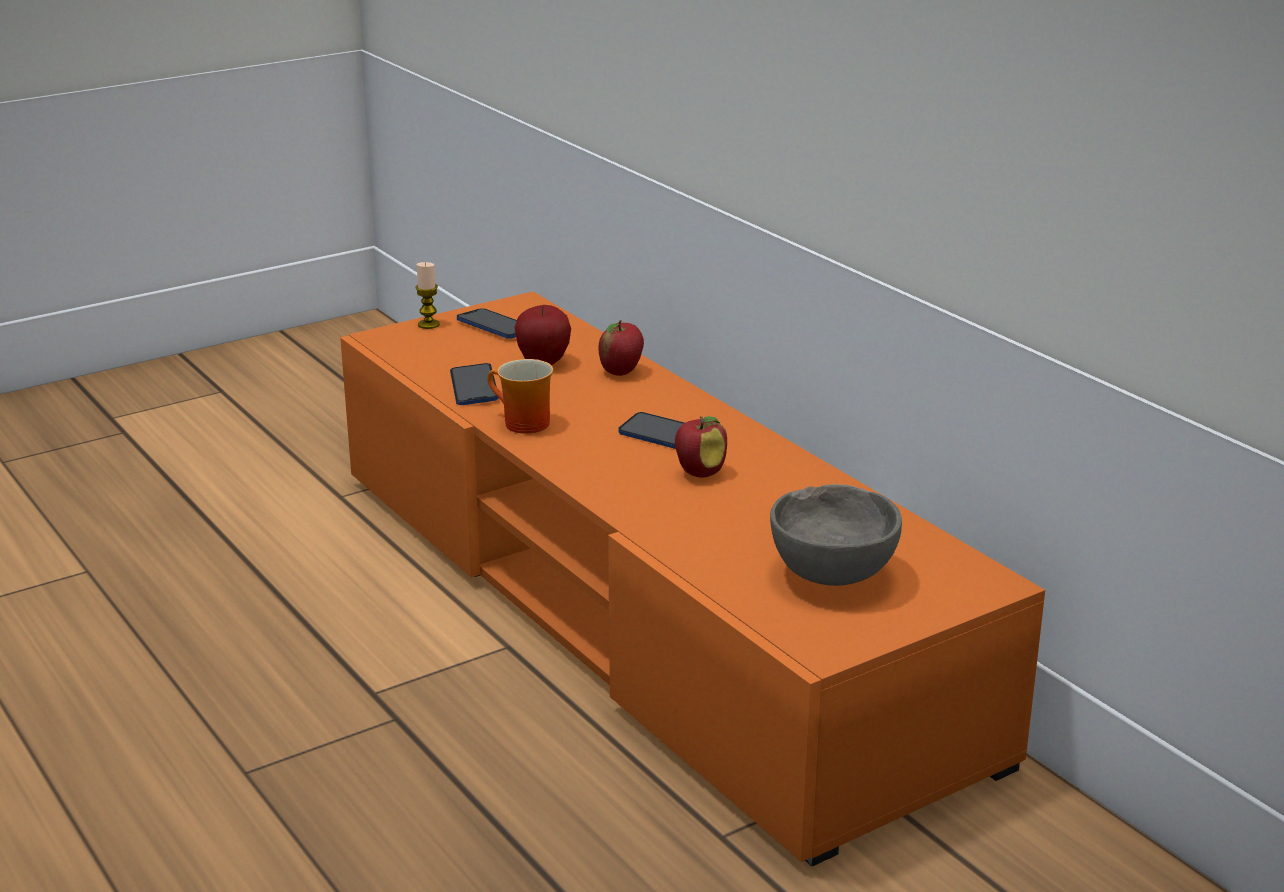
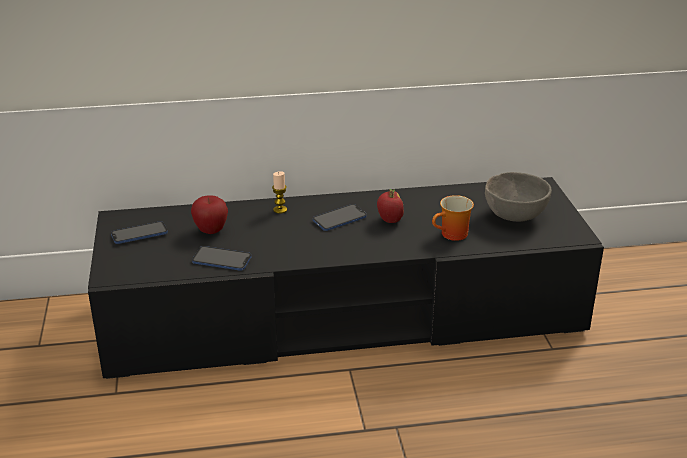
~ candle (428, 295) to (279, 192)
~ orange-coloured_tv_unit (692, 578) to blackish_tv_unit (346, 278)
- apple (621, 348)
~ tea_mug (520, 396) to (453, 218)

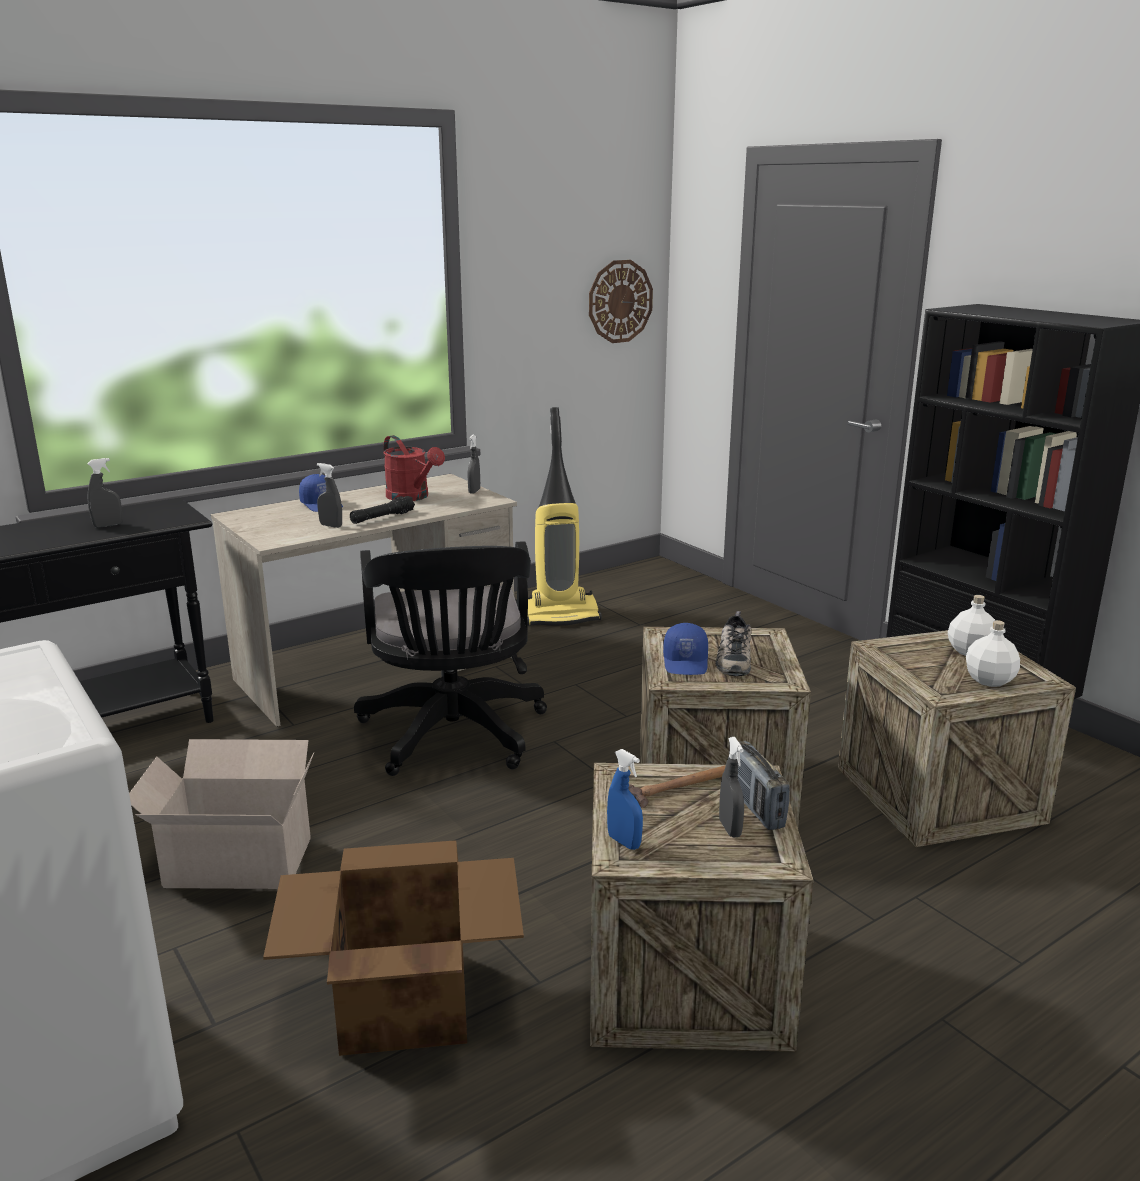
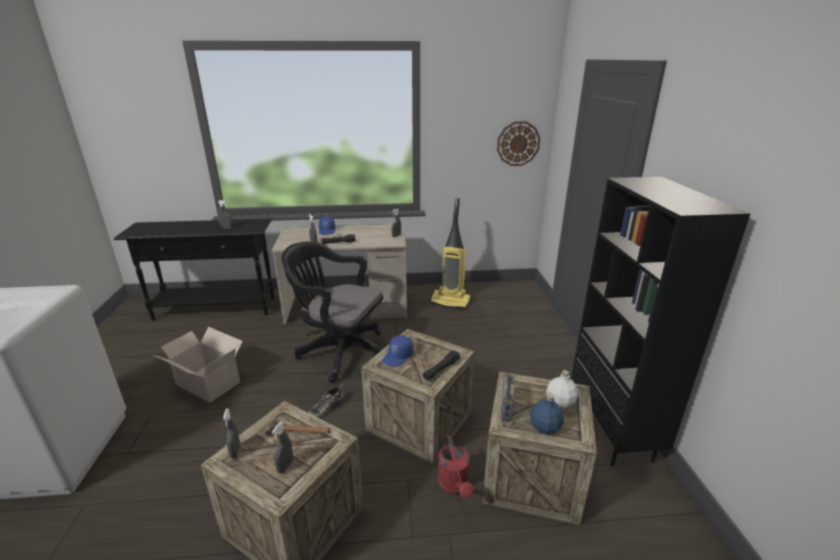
~ red_watering_can (414, 468) to (456, 467)
~ blackish_desk_chair (450, 658) = (332, 312) 90 degrees clockwise
~ shoe (733, 643) to (327, 401)
~ white-coloured_beverage_bottle (993, 653) to blue_beverage_bottle (547, 413)
~ radio (764, 785) to (507, 398)
~ blue_sprayer (625, 799) to gray_sprayer (231, 433)
- carton (393, 948)
+ blackish_torch (441, 365)

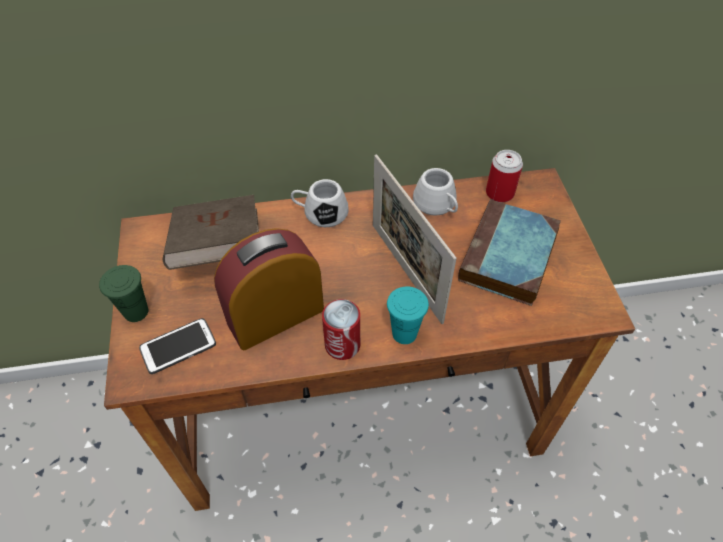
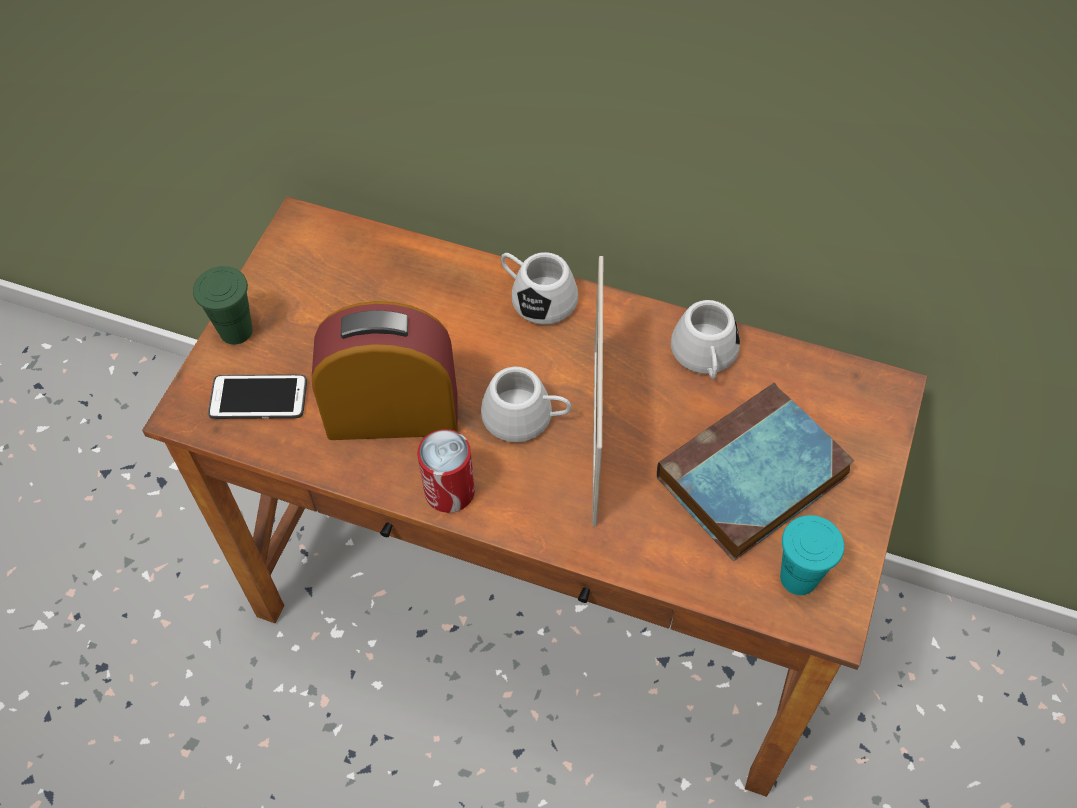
- can (504, 176)
- brown_book (211, 232)
~ turquoise_drinking_cup (408, 315) to (812, 555)
+ white-coloured_tea_mug (526, 404)

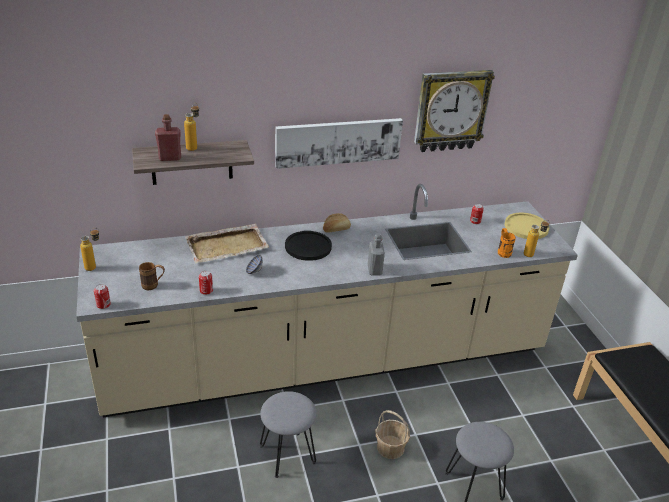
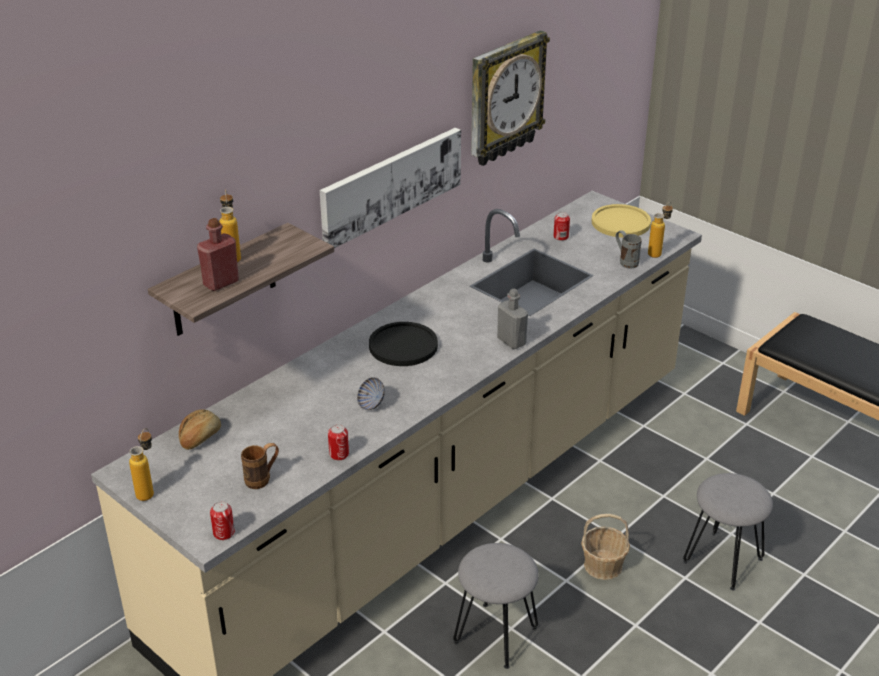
~ bread (337, 223) to (200, 429)
- beige-coloured_carrying_tray (227, 244)
~ orange-coloured_tea_mug (507, 243) to gray_tea_mug (629, 249)

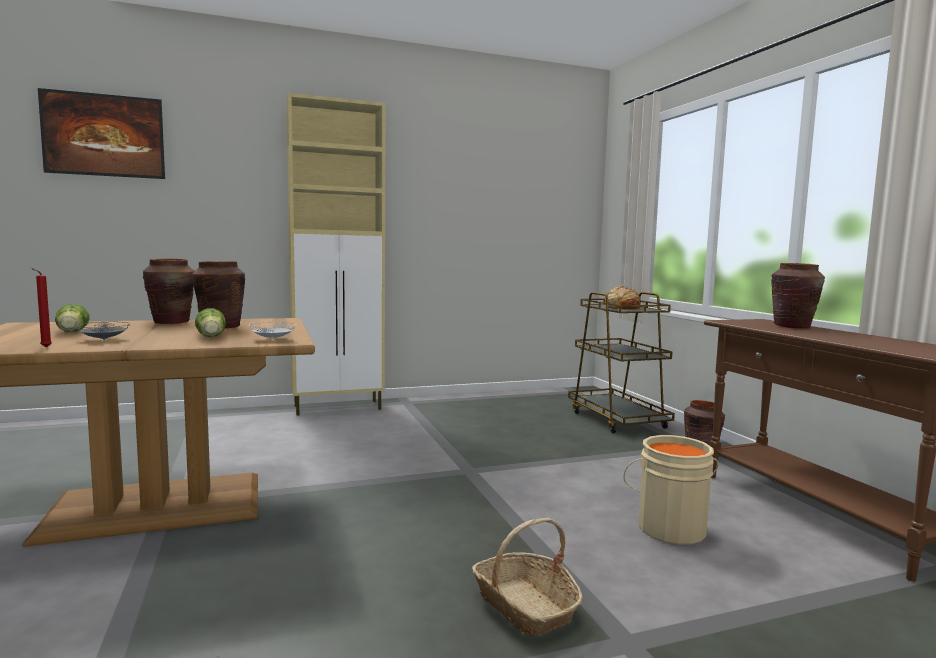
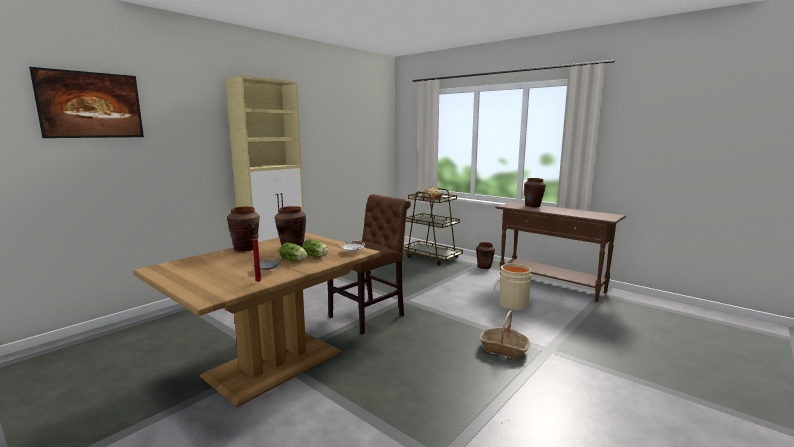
~ lettuce_head (72, 318) to (293, 251)
+ brown_upright_chair (369, 264)

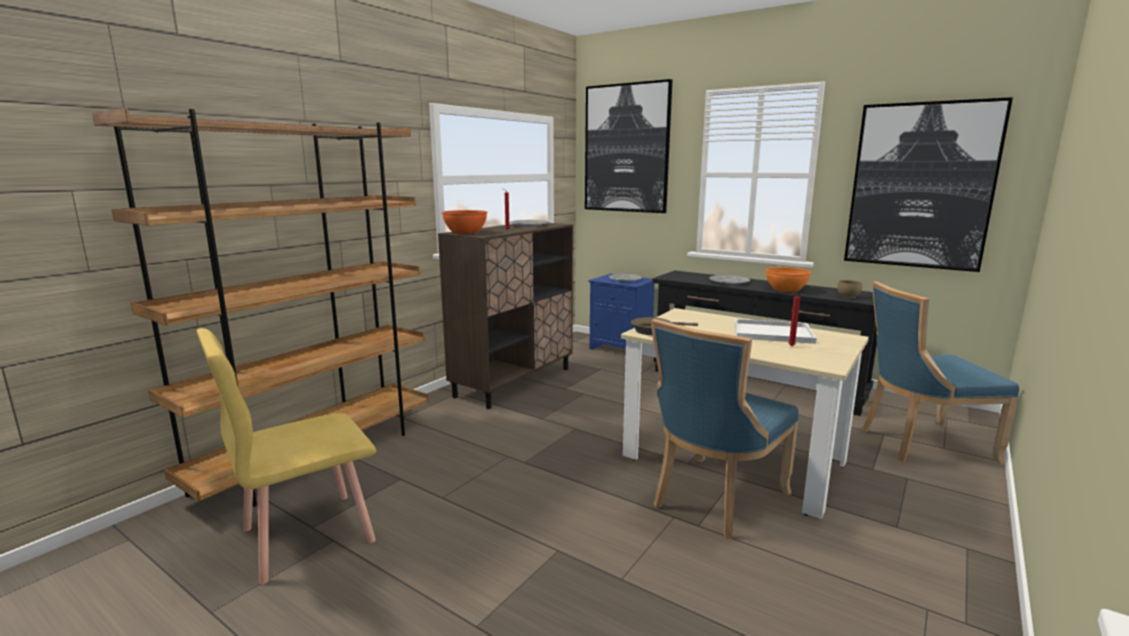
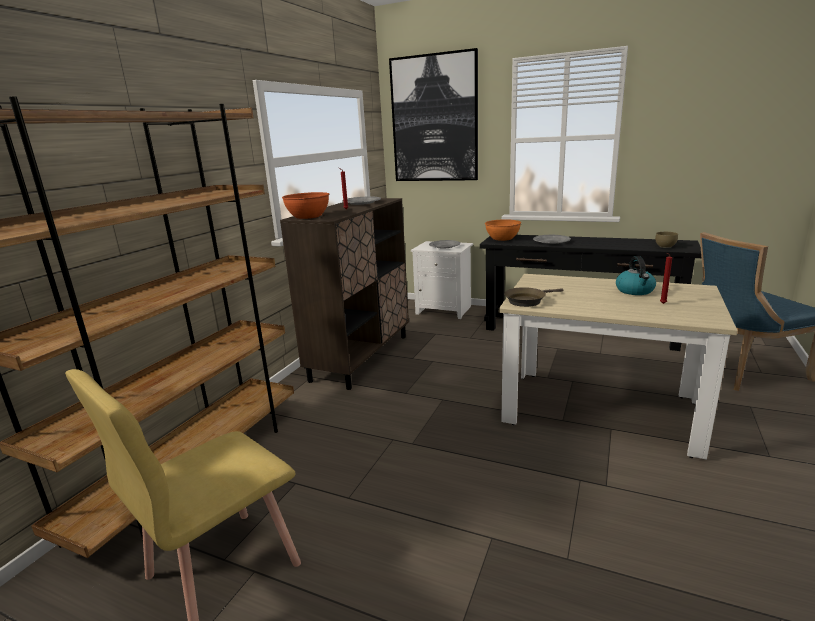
- wall_art (928, 184)
~ orange-coloured_deep_dish (788, 279) to (503, 230)
~ blue_night_table (622, 312) to white-coloured_night_table (442, 280)
- blue_upright_chair (725, 429)
~ white-coloured_carrying_tray (775, 331) to kettle (636, 275)

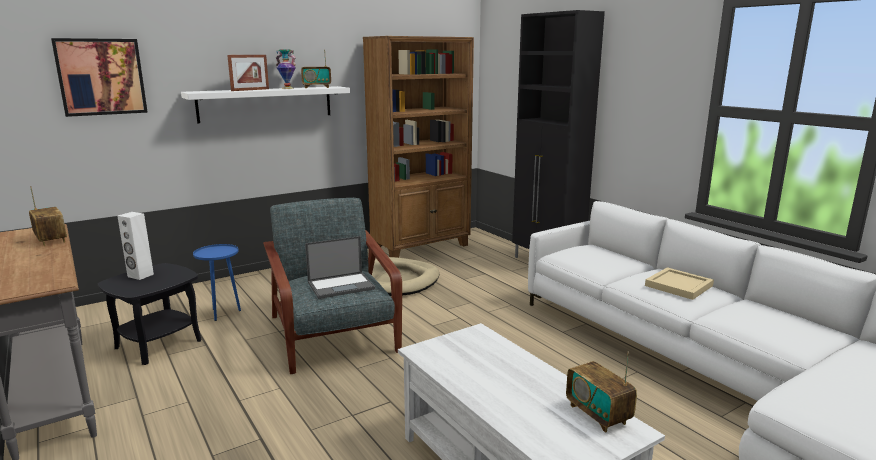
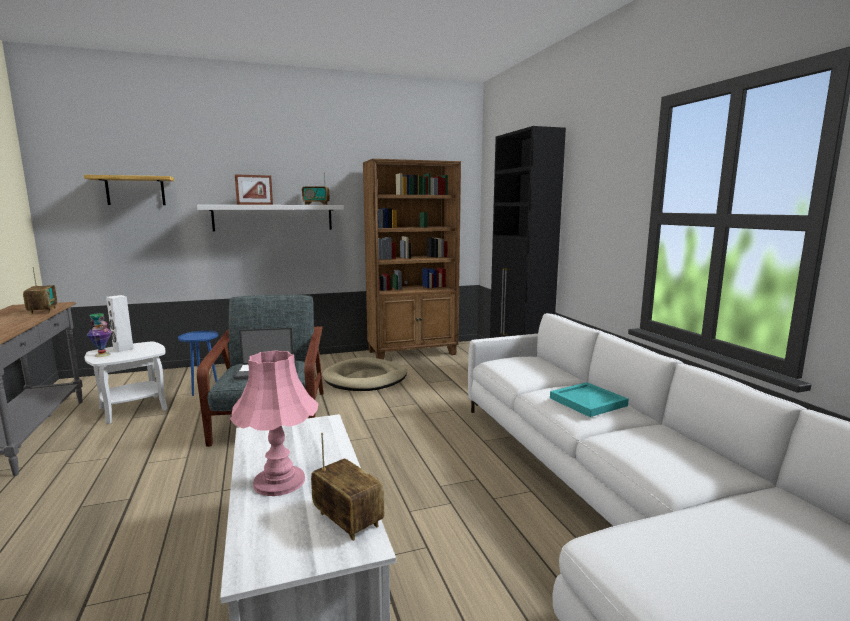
~ wall_art (99, 77) to shelf (129, 190)
~ decorative_vase (286, 69) to (99, 335)
~ blackish_end_table (149, 314) to white-coloured_end_table (126, 383)
~ beige-coloured_carrying_tray (679, 283) to turquoise_carrying_tray (589, 399)
~ radio (601, 392) = (347, 487) 150 degrees clockwise
+ pinkish_lamp_for_a_table (274, 423)

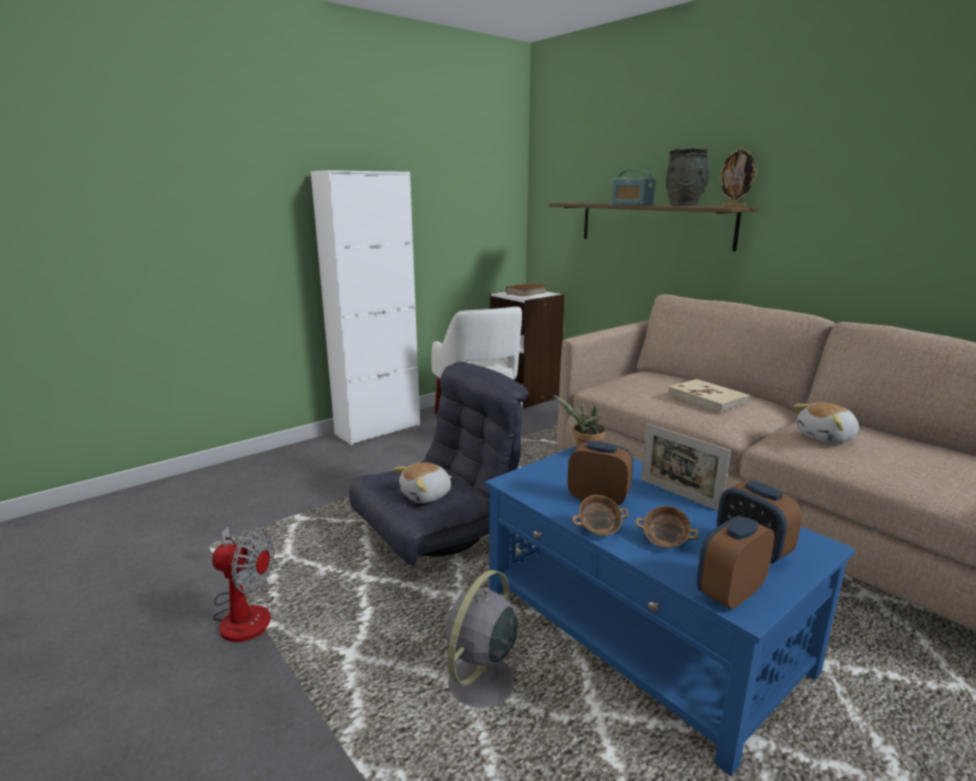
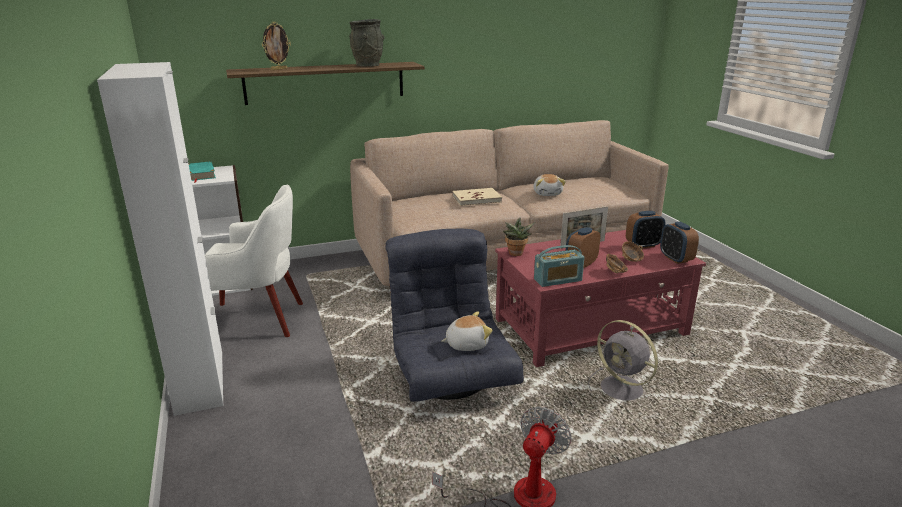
~ photo_frame (738, 177) to (276, 46)
~ radio (634, 187) to (559, 266)
~ brown_book (526, 289) to turquoise_book (202, 172)
~ blue_lounge_table (670, 611) to red_lounge_table (600, 298)
~ cuddly_toy (423, 483) = (467, 331) 90 degrees counterclockwise

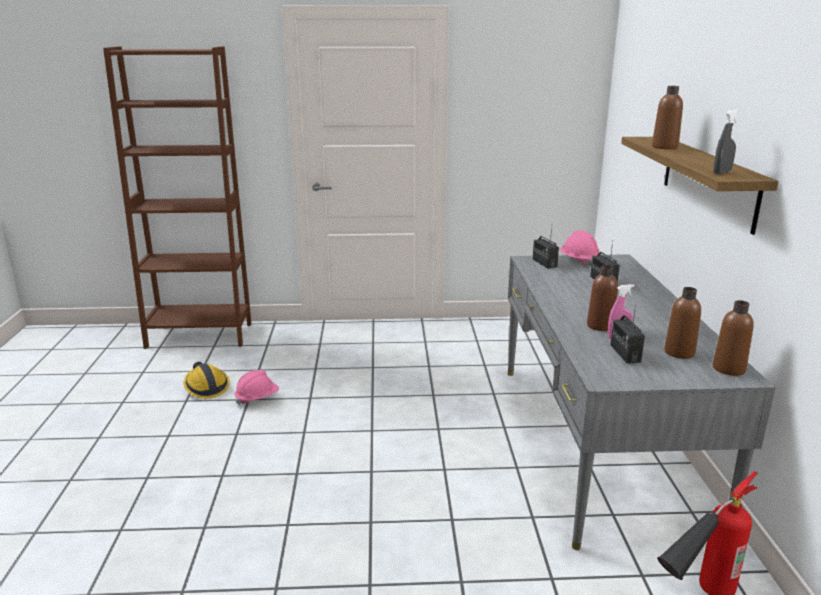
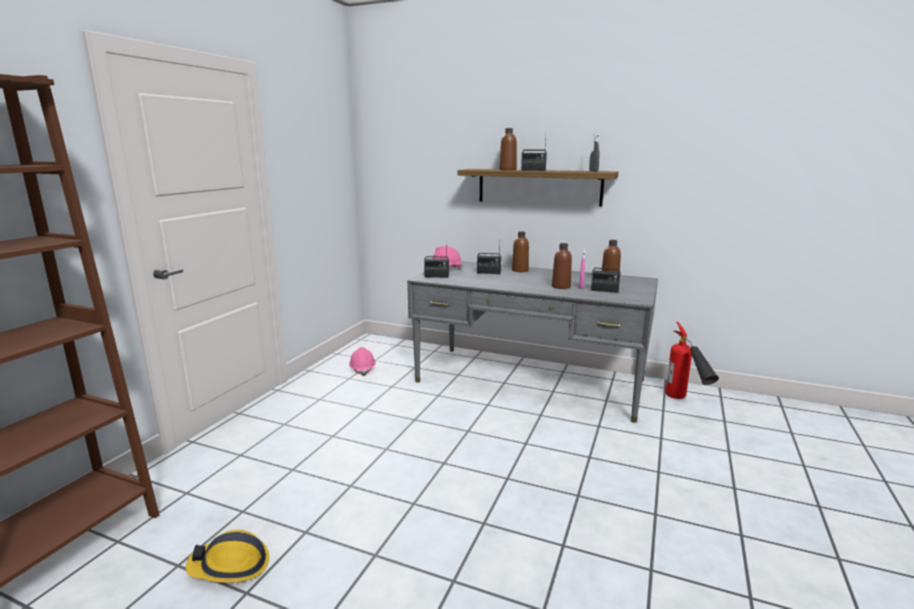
~ brown_beverage_bottle (733, 338) to (520, 252)
~ pinkish_safety_helmet (256, 387) to (362, 361)
+ radio (534, 153)

